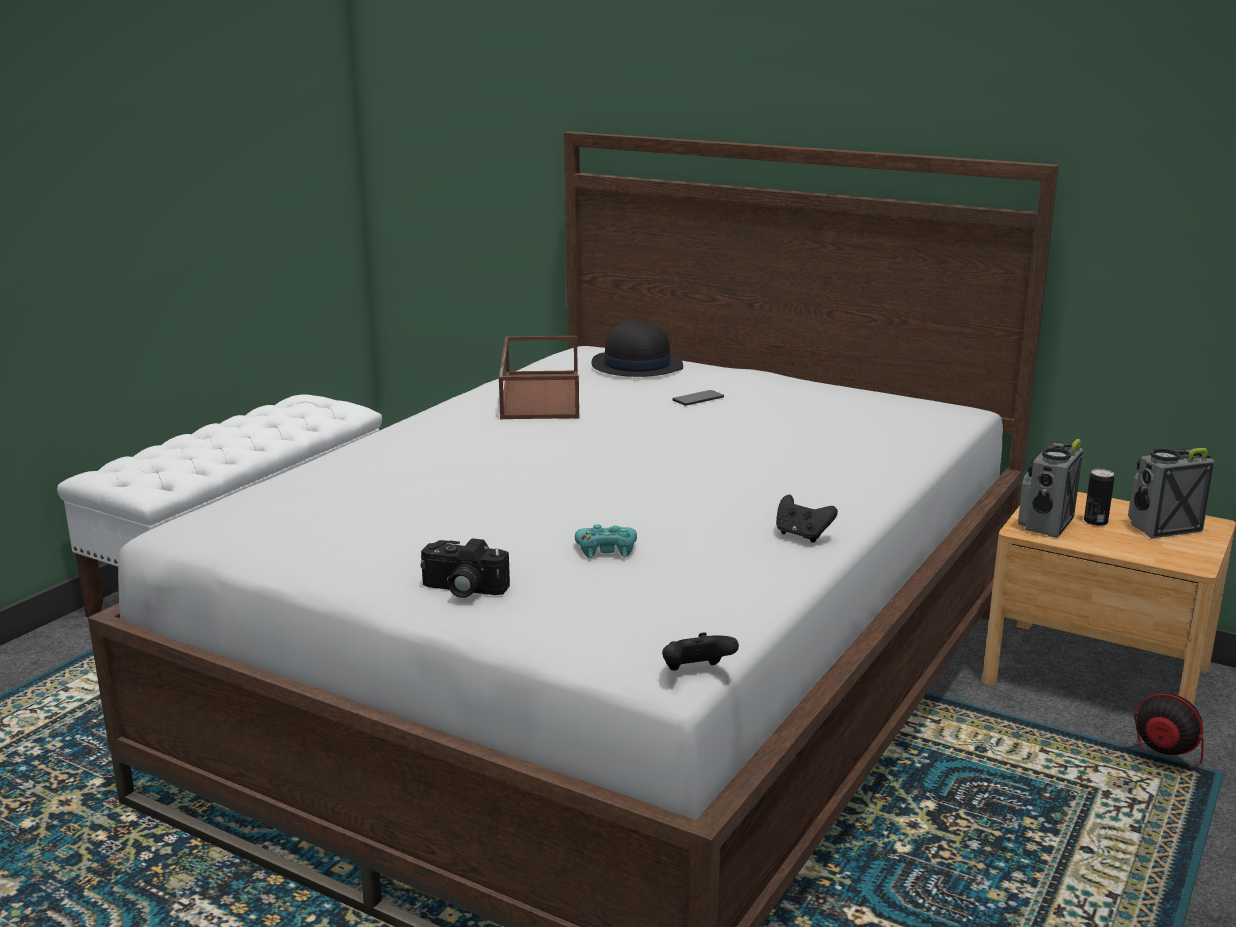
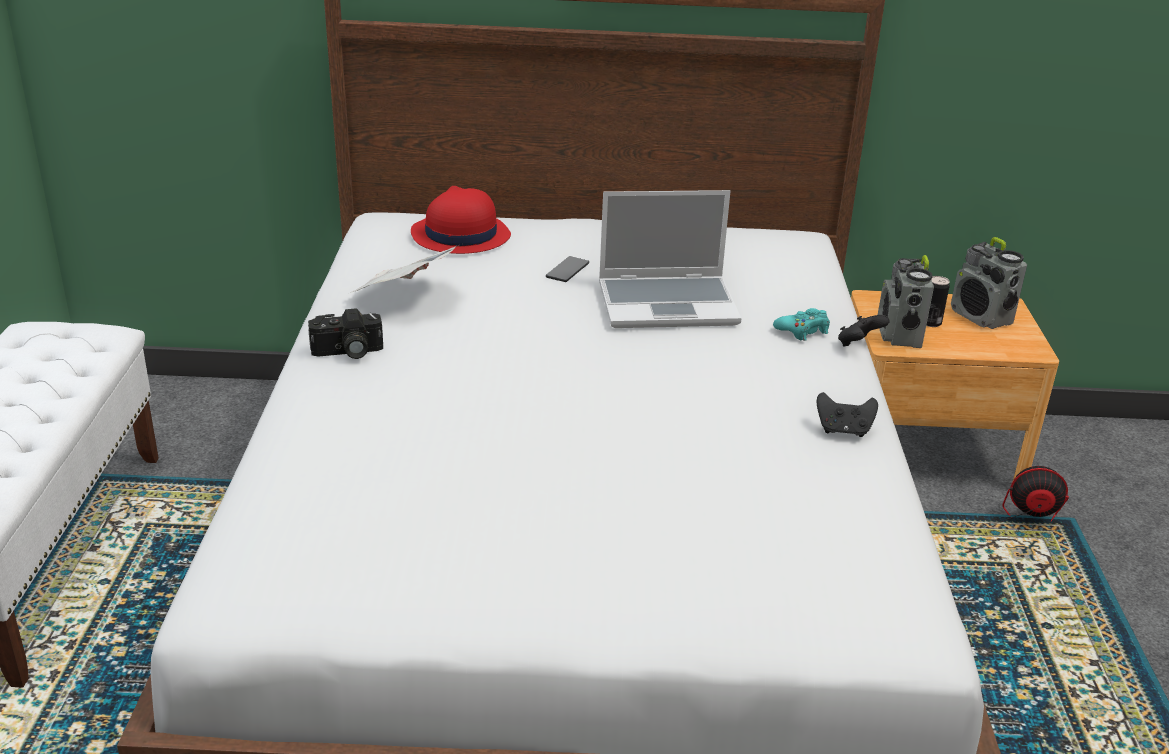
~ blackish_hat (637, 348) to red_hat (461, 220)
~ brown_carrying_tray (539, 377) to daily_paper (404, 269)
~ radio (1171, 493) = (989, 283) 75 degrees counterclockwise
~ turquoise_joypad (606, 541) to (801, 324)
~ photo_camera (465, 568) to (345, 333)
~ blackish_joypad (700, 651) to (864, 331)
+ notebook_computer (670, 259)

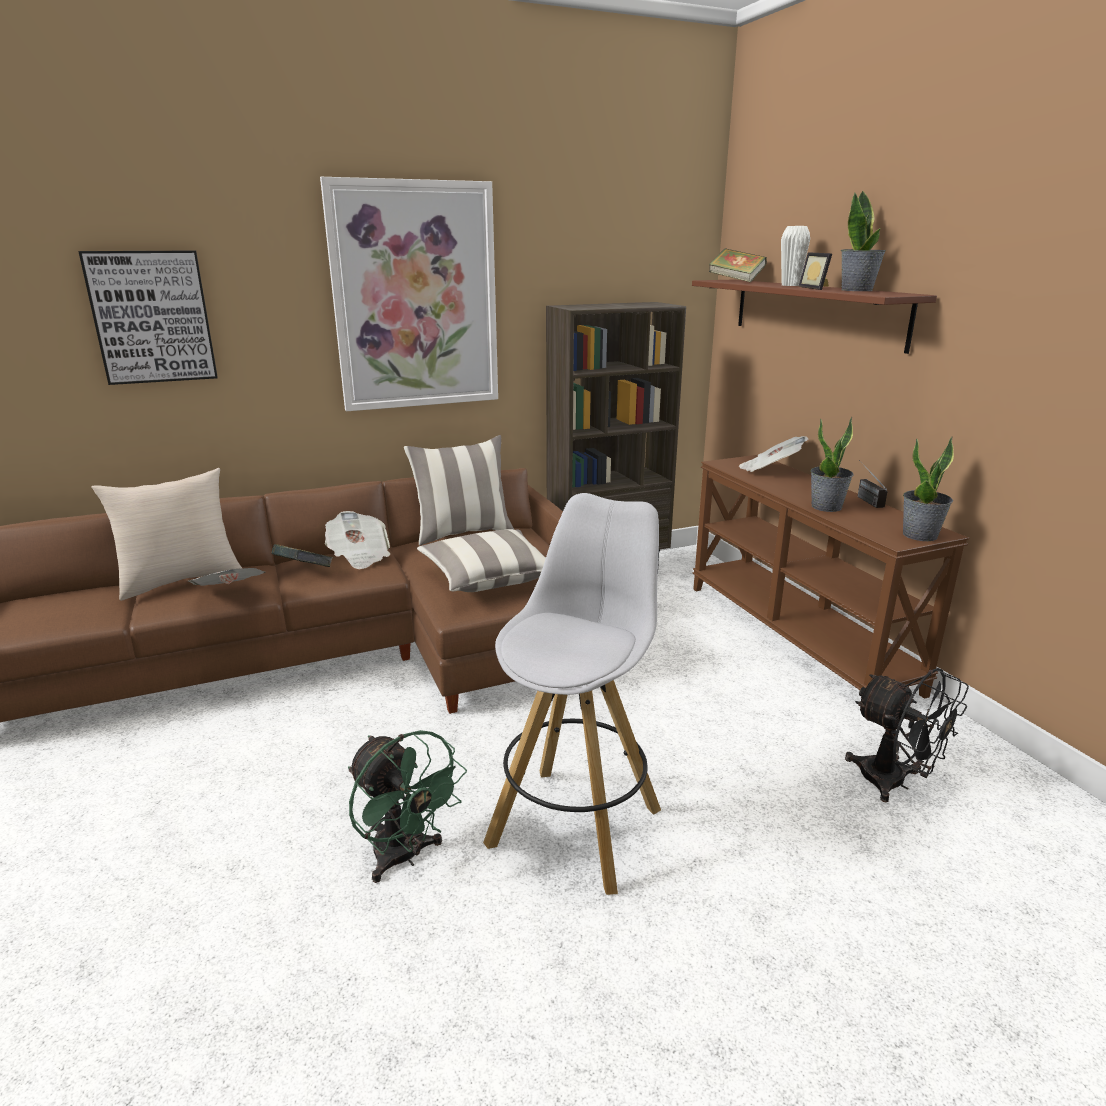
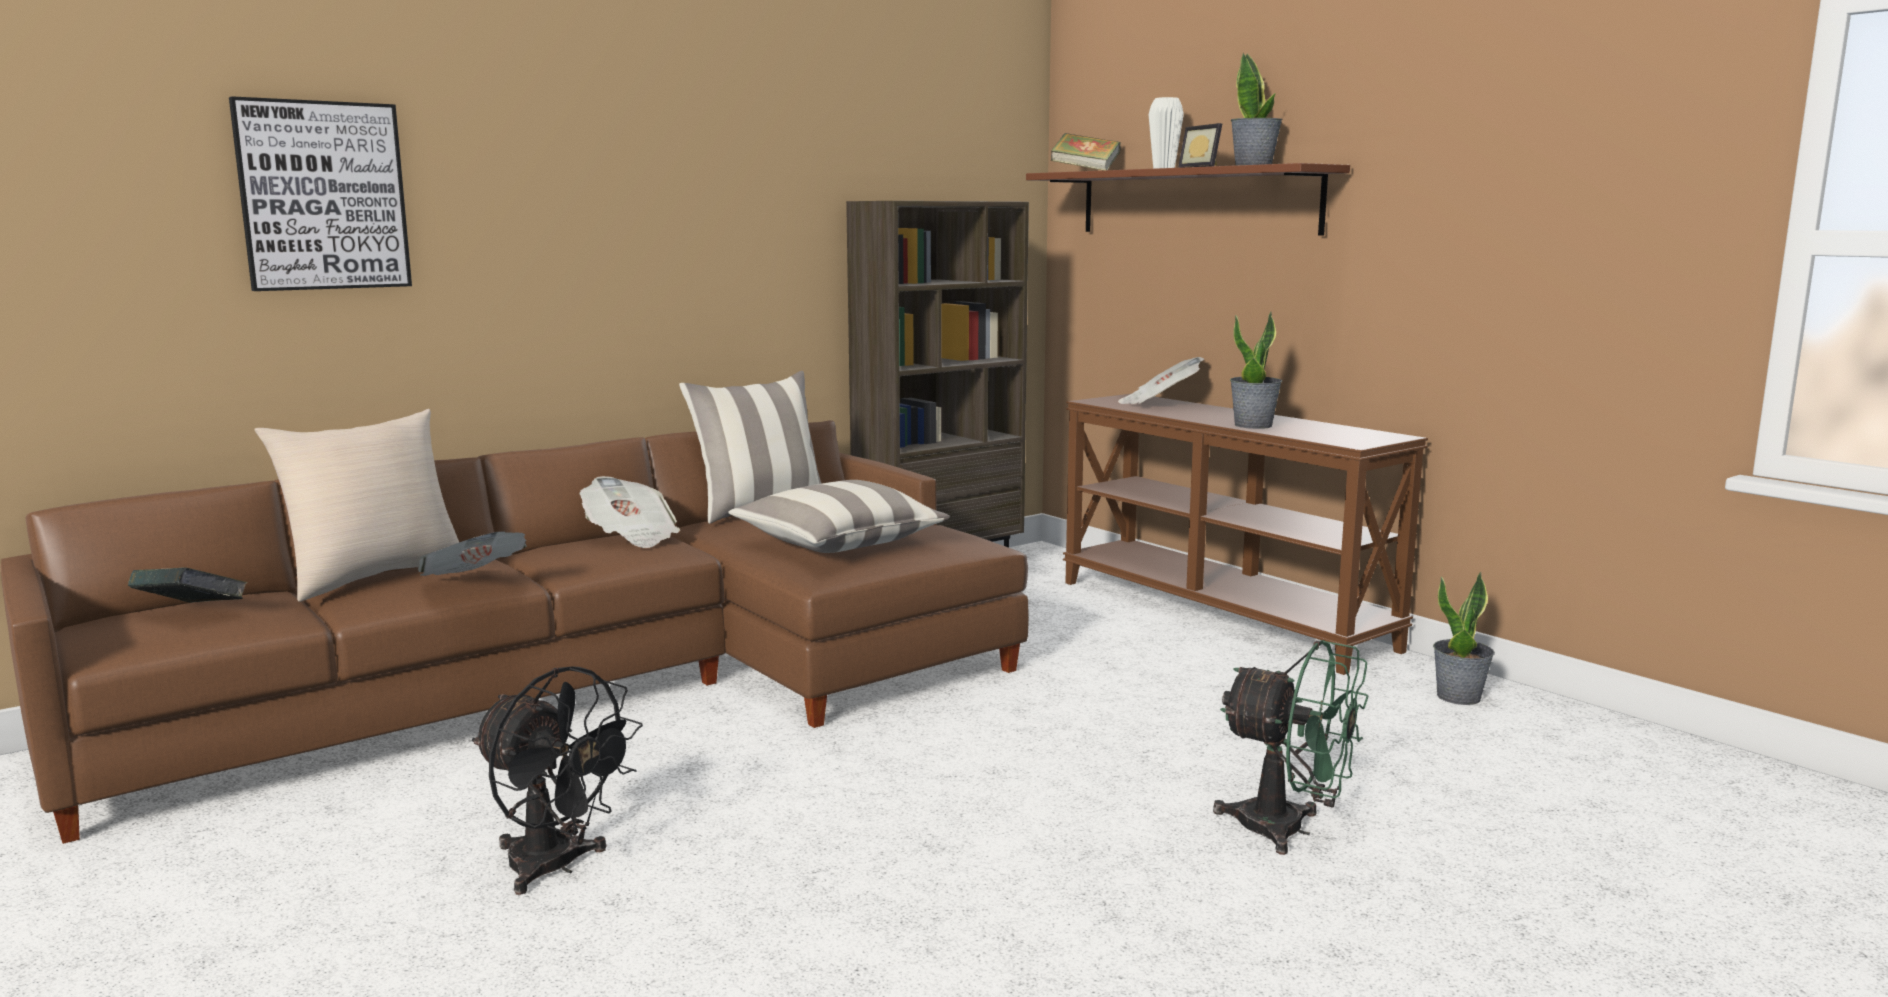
- wall_art (409, 294)
~ potted_plant (928, 489) to (1464, 638)
- radio (872, 484)
- white-coloured_sitting_stool (572, 694)
~ book (302, 555) to (187, 585)
~ blackish_electric_fan (907, 735) to (557, 781)
~ greenish_electric_fan (407, 806) to (1291, 747)

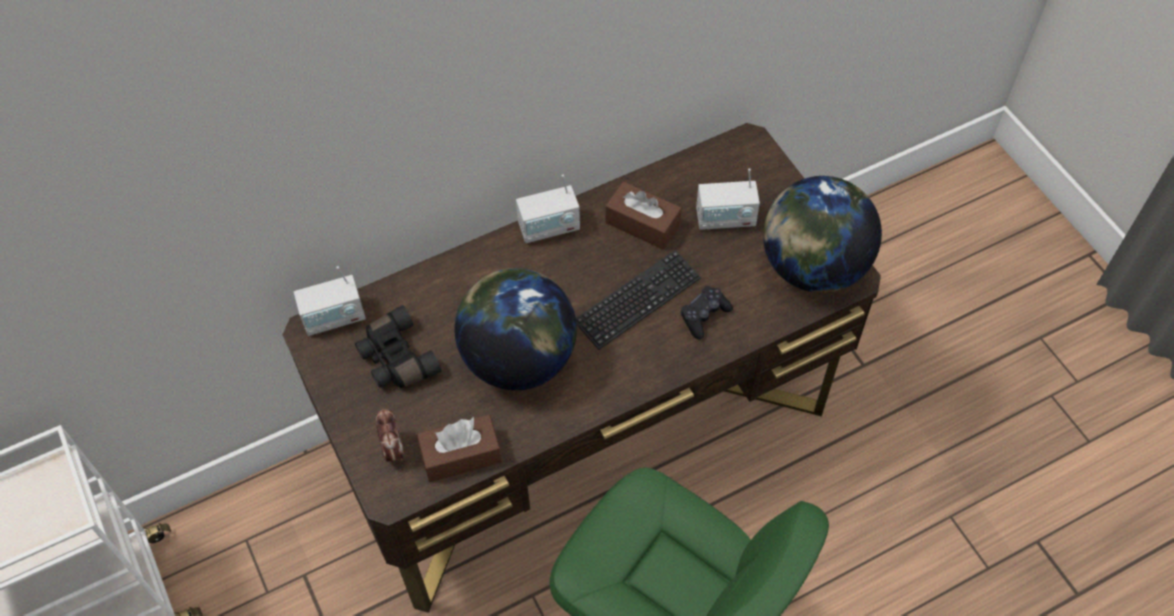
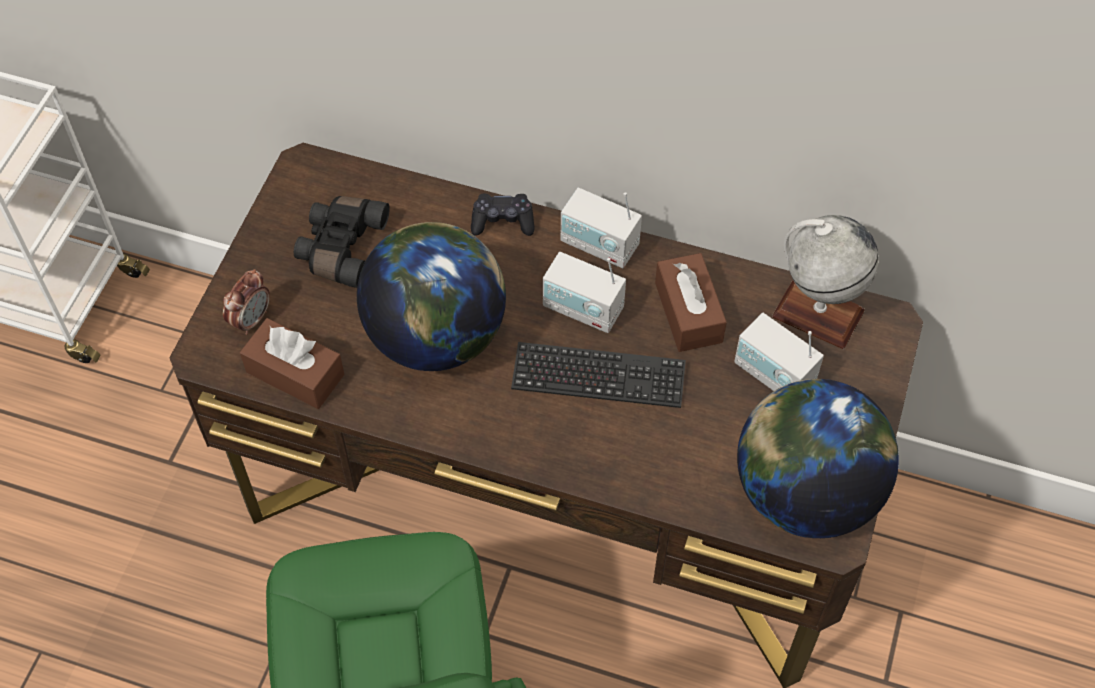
~ radio (330, 301) to (584, 292)
~ blackish_joypad (707, 312) to (502, 215)
+ world_globe (825, 282)

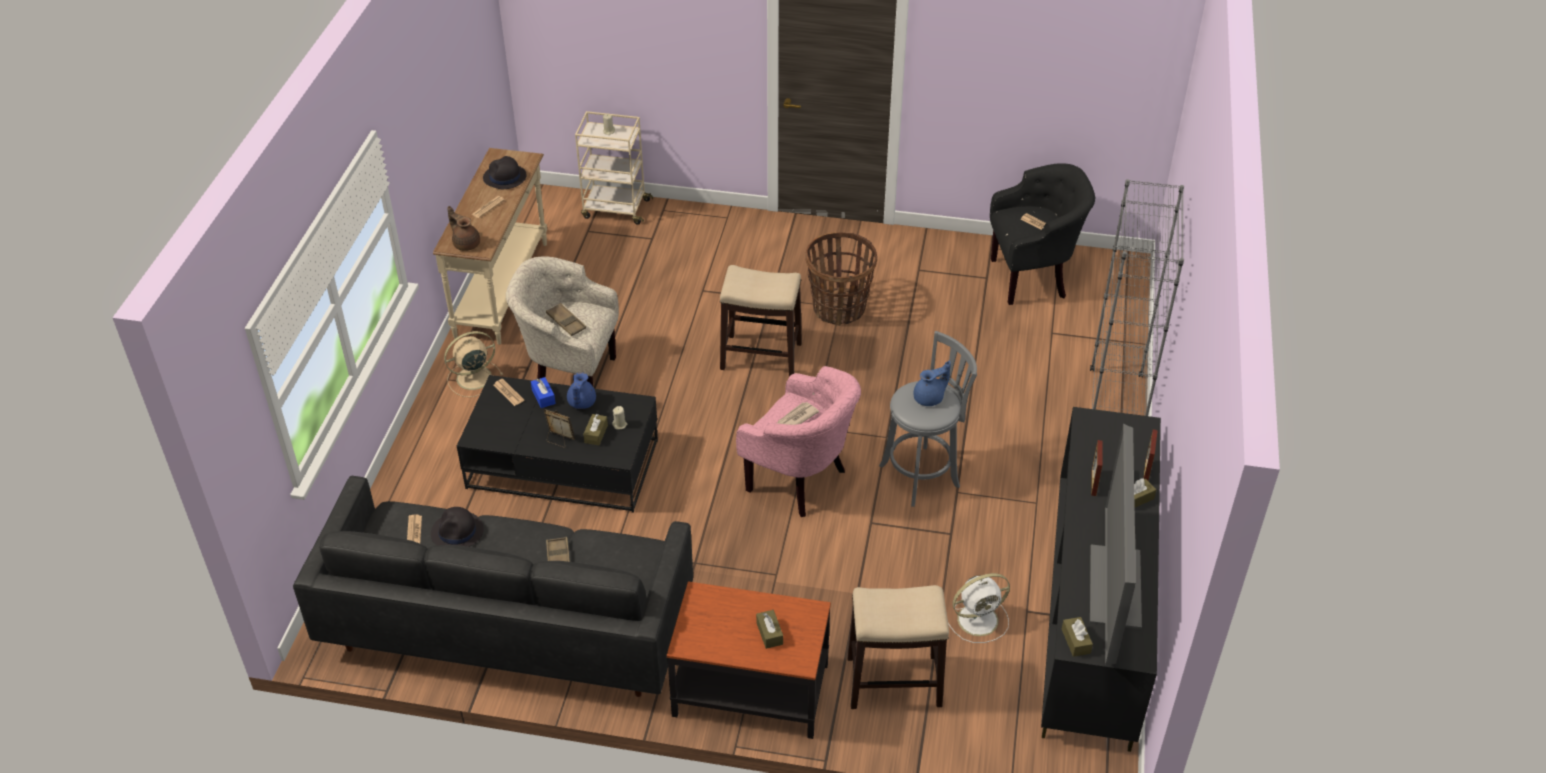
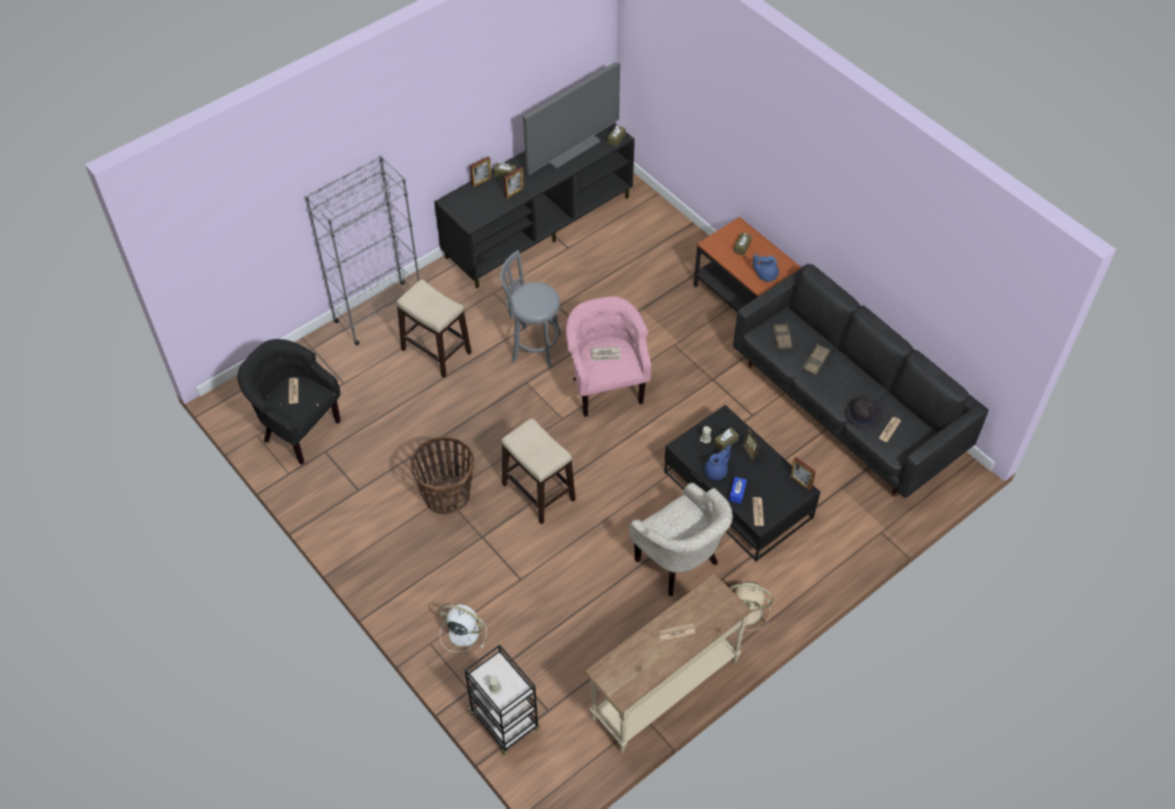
~ beige-coloured_wheeled_cart (614, 168) to blackish_wheeled_cart (502, 699)
- blackish_hat (504, 172)
- brown_teapot (463, 228)
~ brown_carrying_tray (566, 319) to (782, 336)
~ blue_teapot (932, 383) to (766, 267)
~ white-coloured_electric_fan (979, 608) to (463, 628)
~ sitting_stool (898, 647) to (434, 328)
+ photo_frame (803, 474)

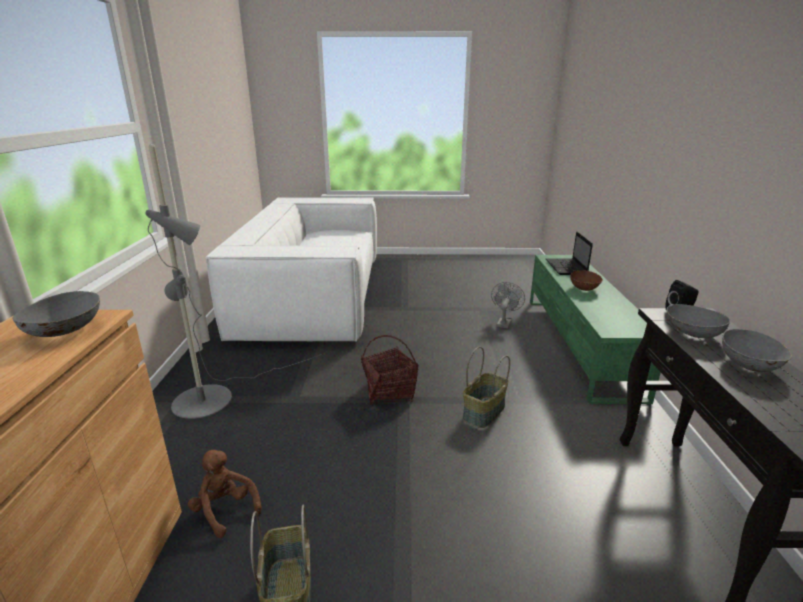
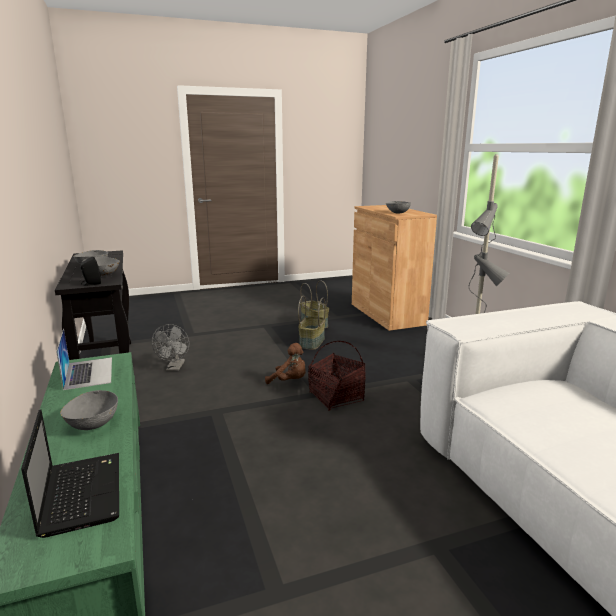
~ brown_deep_dish (586, 280) to gray_deep_dish (89, 410)
~ gray_electric_fan (508, 305) to (170, 347)
~ storage_basket (486, 387) to (312, 323)
~ brown_cuddly_toy (225, 494) to (285, 363)
+ notebook_computer (84, 359)

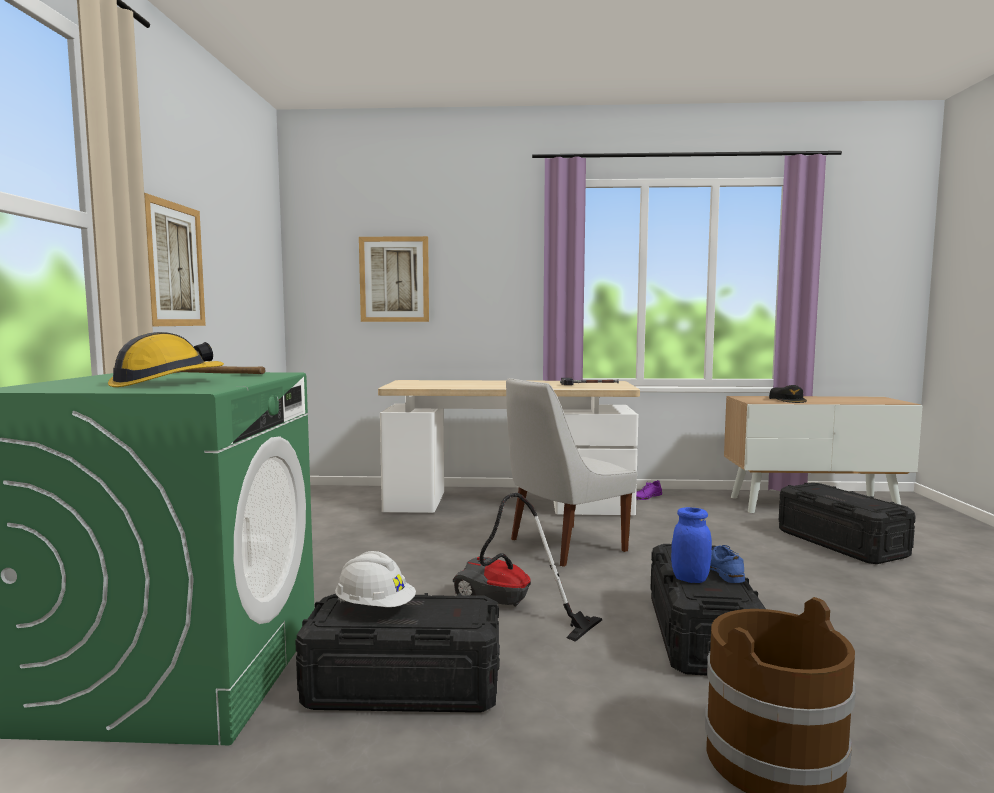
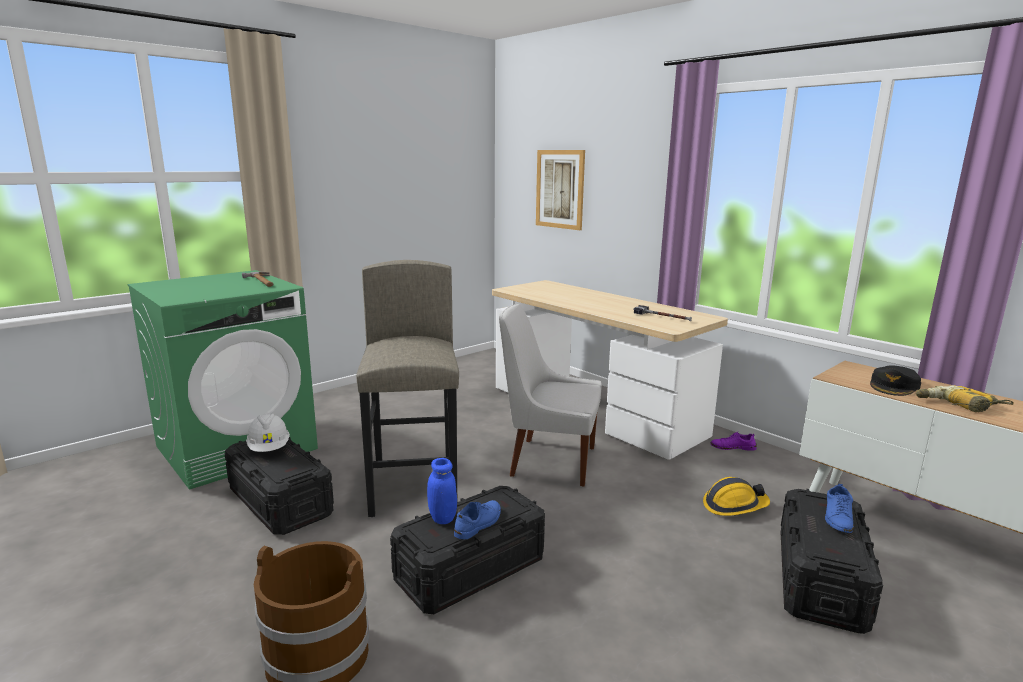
- wall_art (175, 259)
~ safety_helmet (166, 359) to (736, 496)
~ hoover (527, 567) to gray_sitting_stool (407, 388)
+ electric_drill (965, 398)
+ blue_shoe (839, 508)

